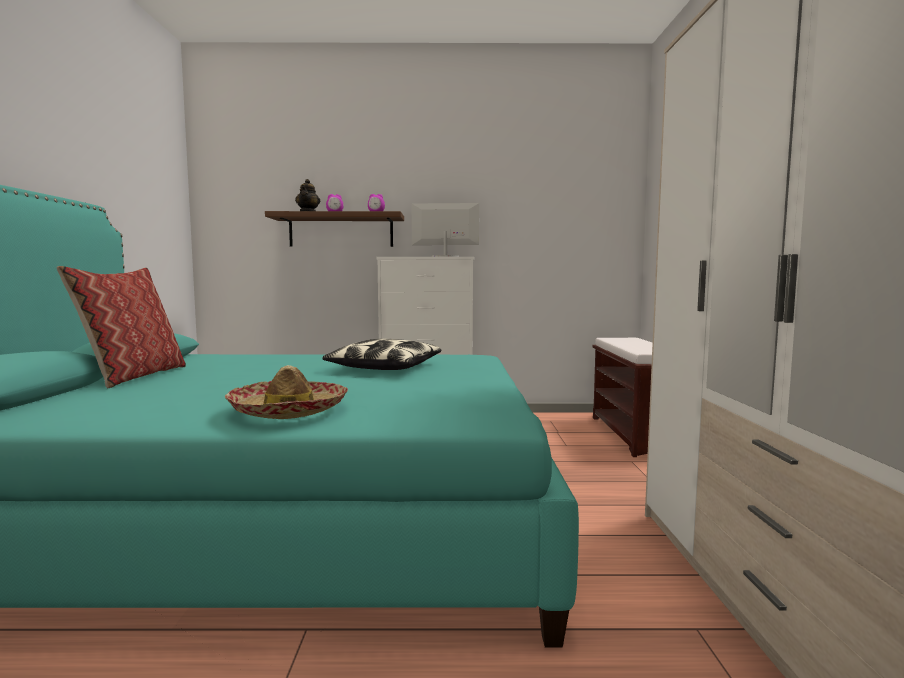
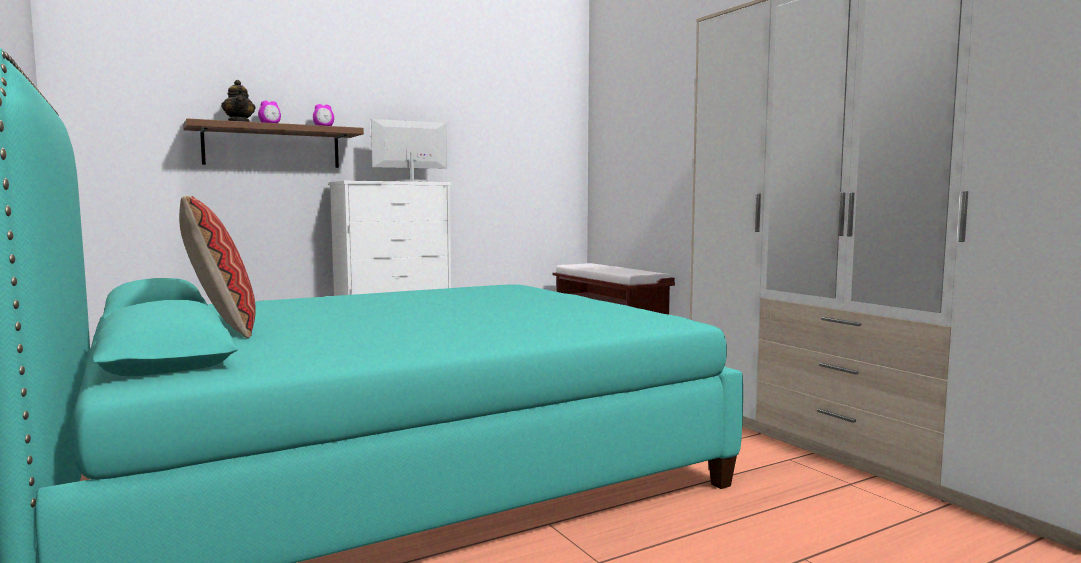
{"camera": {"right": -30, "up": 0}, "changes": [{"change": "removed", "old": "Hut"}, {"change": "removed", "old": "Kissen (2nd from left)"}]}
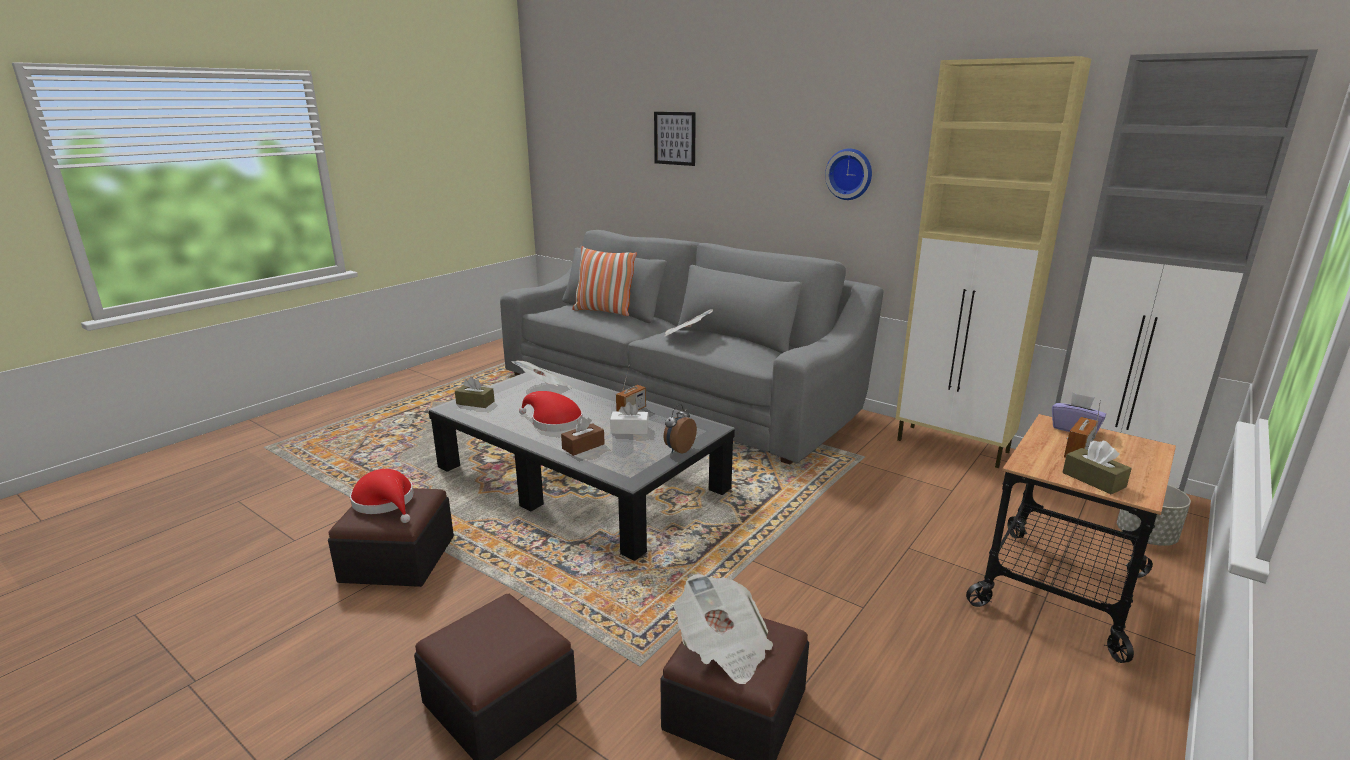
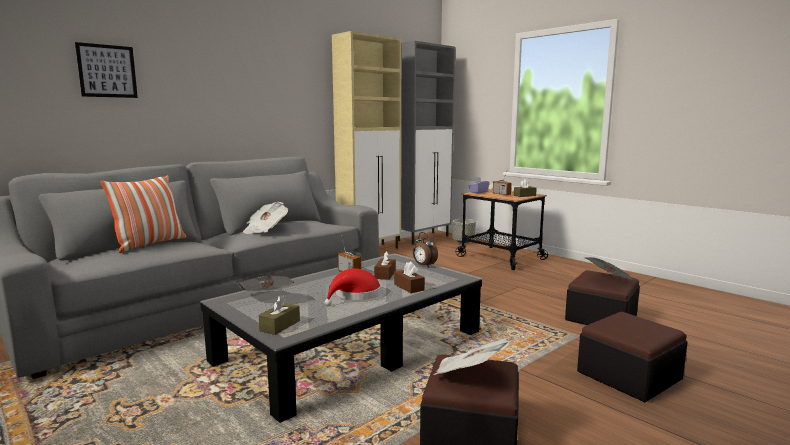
{"camera": {"right": -80, "up": -10}, "changes": [{"change": "replaced", "old": "Hut [rot] (1st from left)", "new": "Zeitung (3rd from left)"}, {"change": "recoloured", "old": "Taschentuchbox [weiß]", "new": "Taschentuchbox [braun] (2nd from left)"}, {"change": "removed", "old": "Wanduhr"}]}
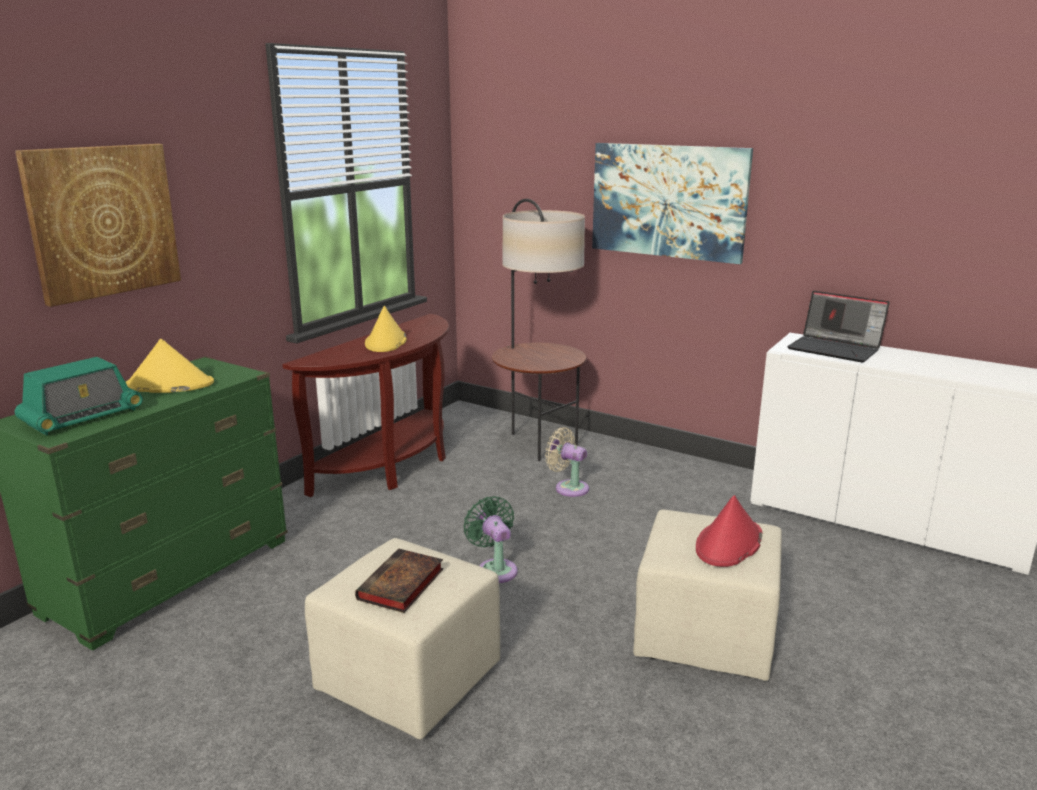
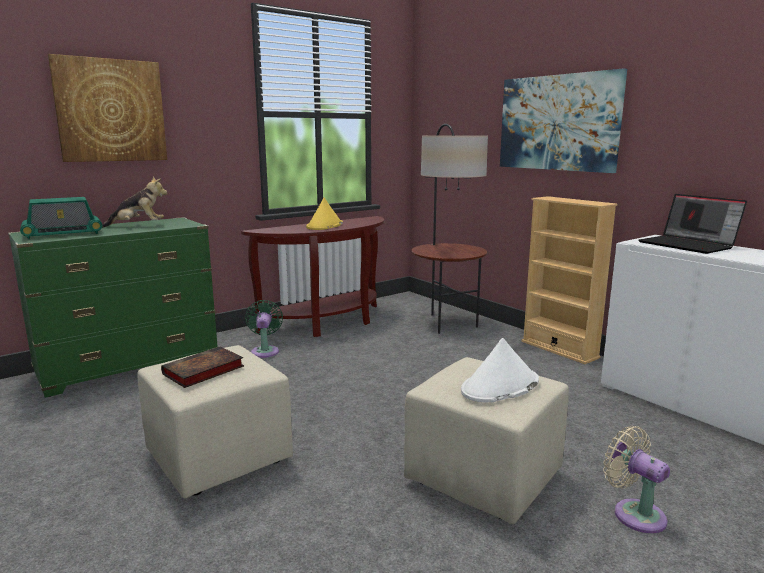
{"camera": {"right": 20, "up": -5}, "changes": [{"change": "replaced", "old": "Hut [gelb] (1st from left)", "new": "Plüschtier"}, {"change": "moved", "old": "Ventilator [grün]"}, {"change": "moved", "old": "Ventilator [beige]"}, {"change": "recoloured", "old": "Hut [rot]", "new": "Hut [weiß]"}, {"change": "added", "new": "Bücherregal [beige]"}]}
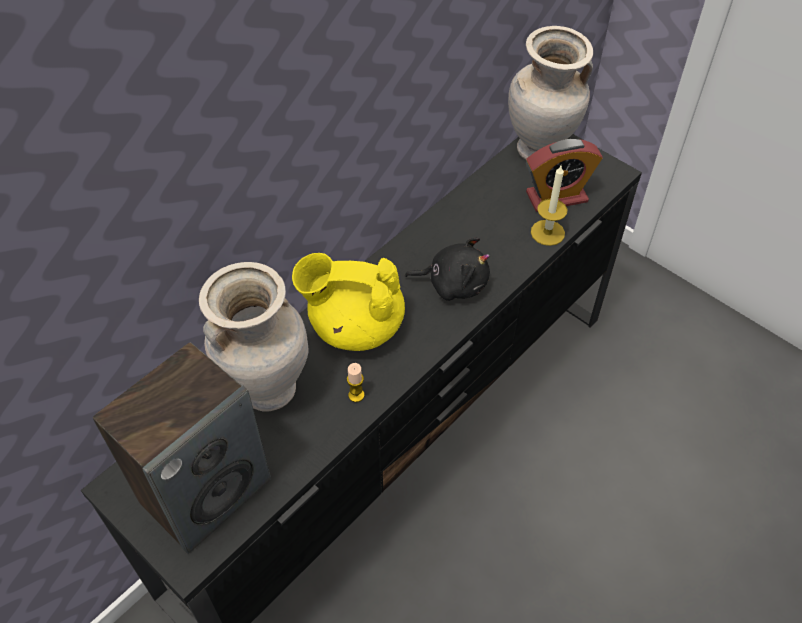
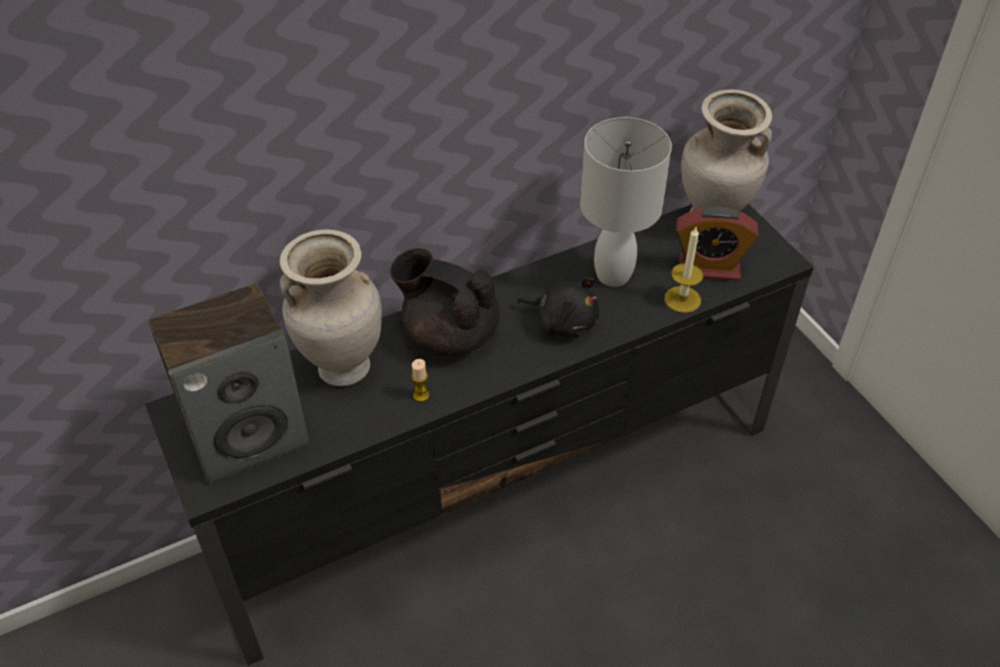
{"camera": {"right": 20, "up": -5}, "changes": [{"change": "recoloured", "old": "Teekanne [gelb]", "new": "Teekanne [schwarz]"}, {"change": "added", "new": "Tischlampe [weiß]"}]}
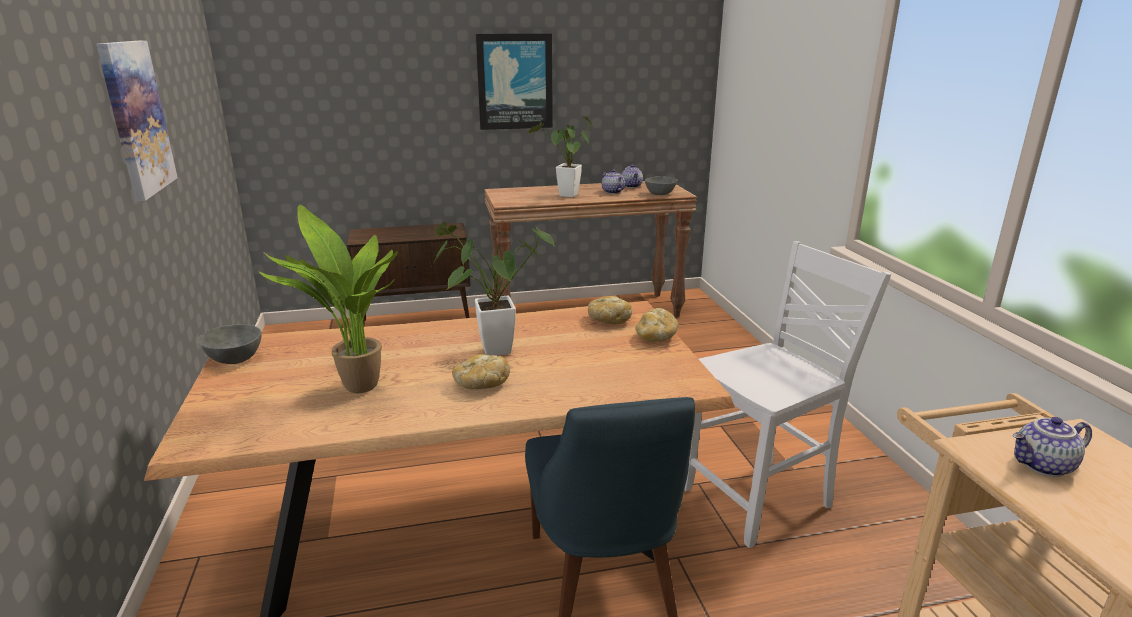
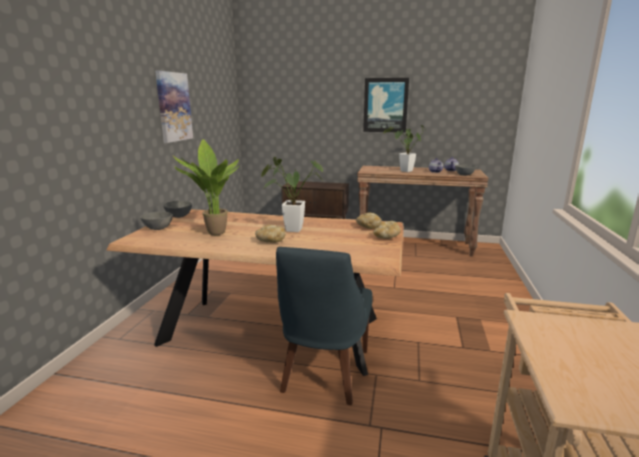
{"camera": {"right": 25, "up": -5}, "changes": [{"change": "removed", "old": "Stuhl [weiß]"}, {"change": "removed", "old": "Teekanne (3rd from left)"}, {"change": "added", "new": "Schüssel [grau] (1st from left)"}]}
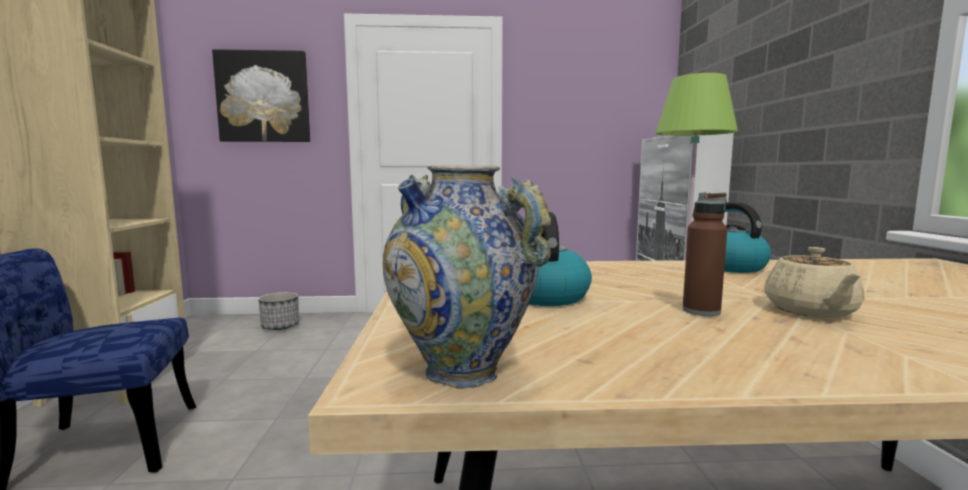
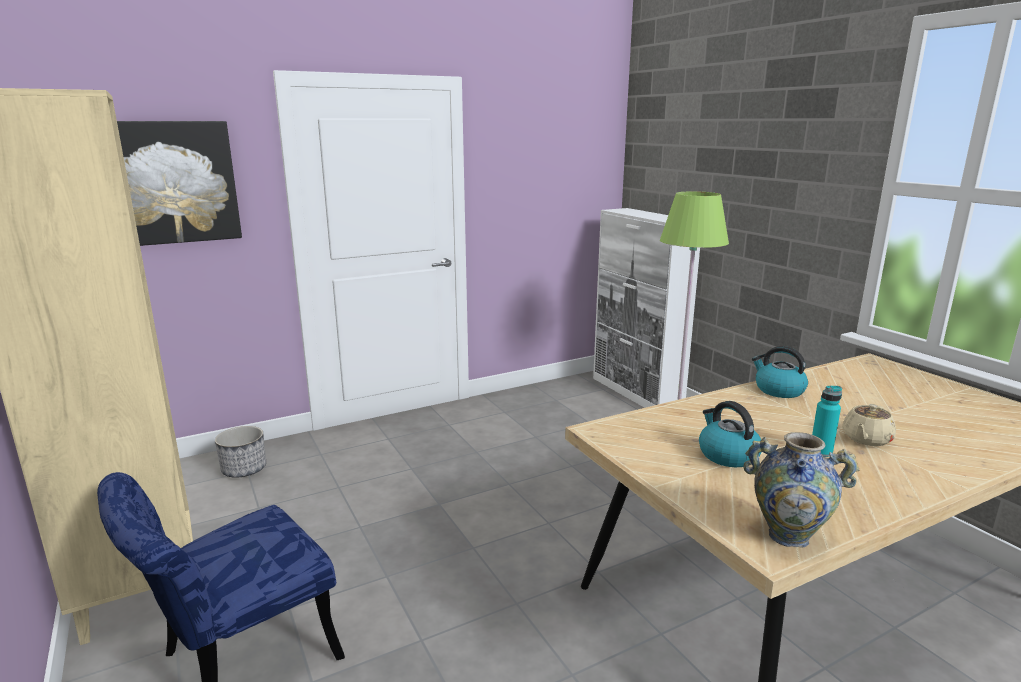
{"camera": {"right": -25, "up": 10}, "changes": [{"change": "recoloured", "old": "Flasche [braun]", "new": "Flasche [türkis]"}, {"change": "turned", "old": "Teekanne [beige]", "degrees": 60}]}
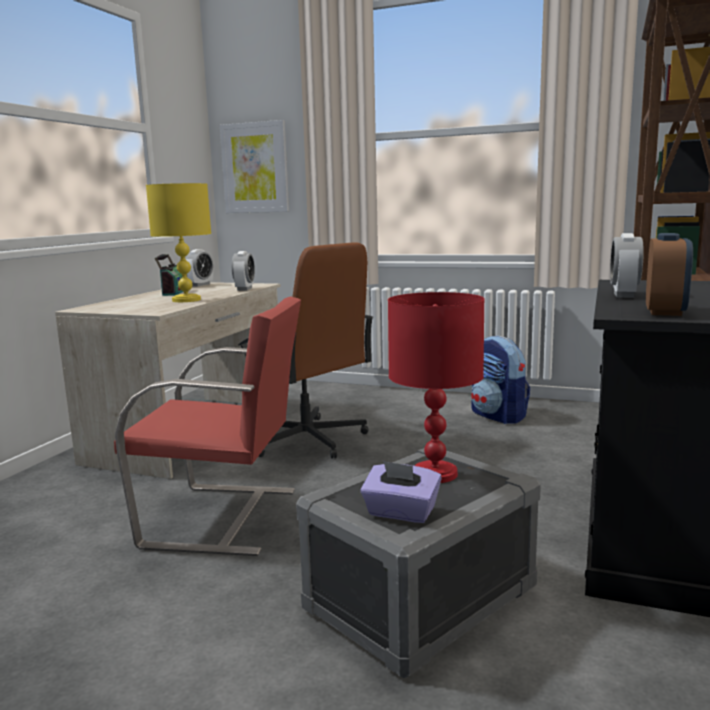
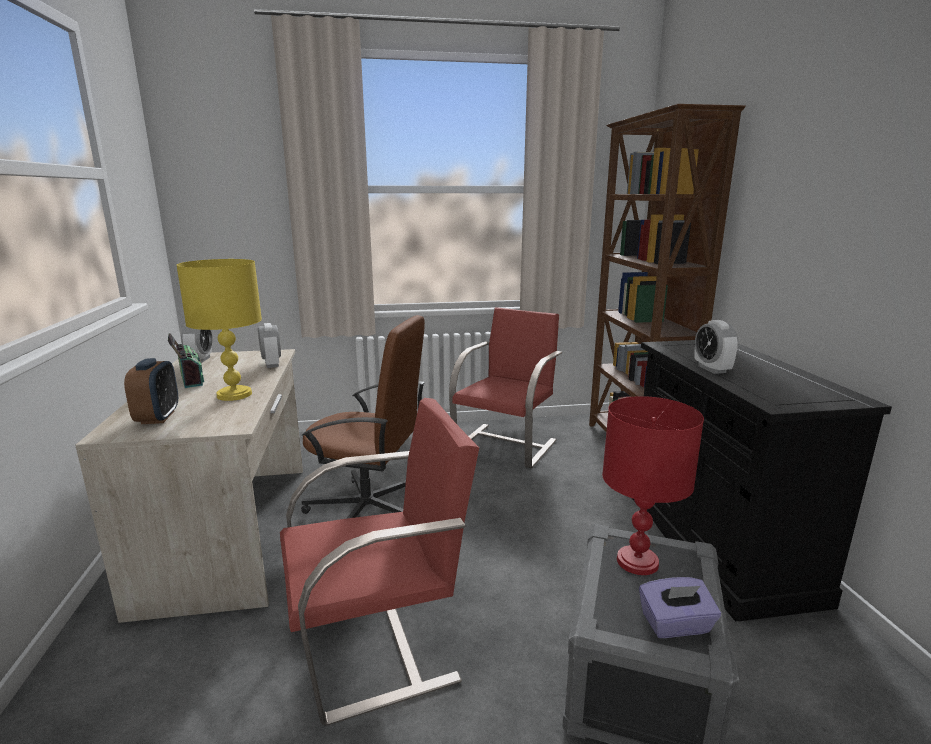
{"camera": {"right": -30, "up": 5}, "changes": [{"change": "removed", "old": "Bild"}, {"change": "replaced", "old": "Rucksack", "new": "Stuhl [rot] (2nd from left)"}, {"change": "moved", "old": "Wecker (4th from left in the first image)", "new": "Wecker (1st from left)"}]}
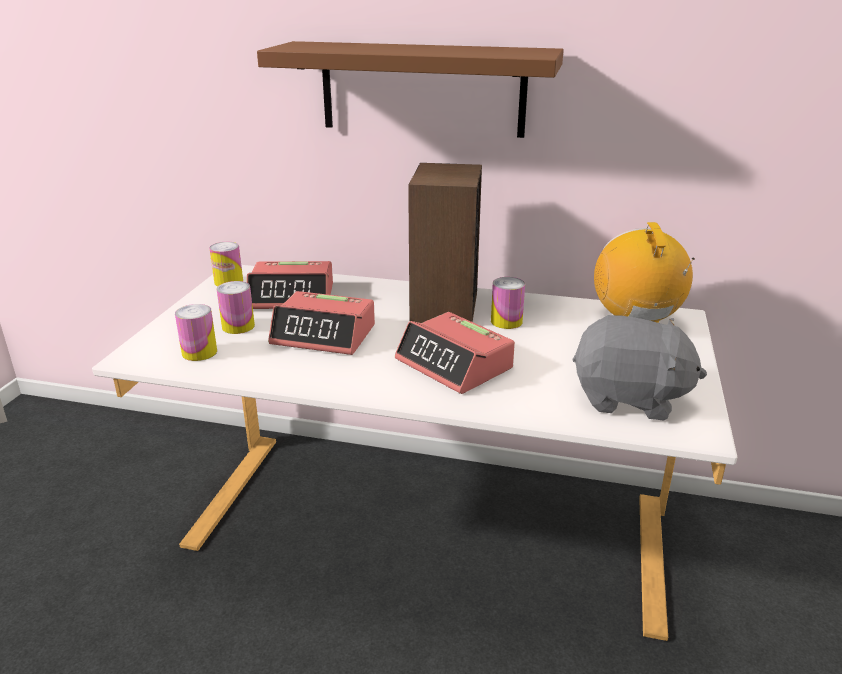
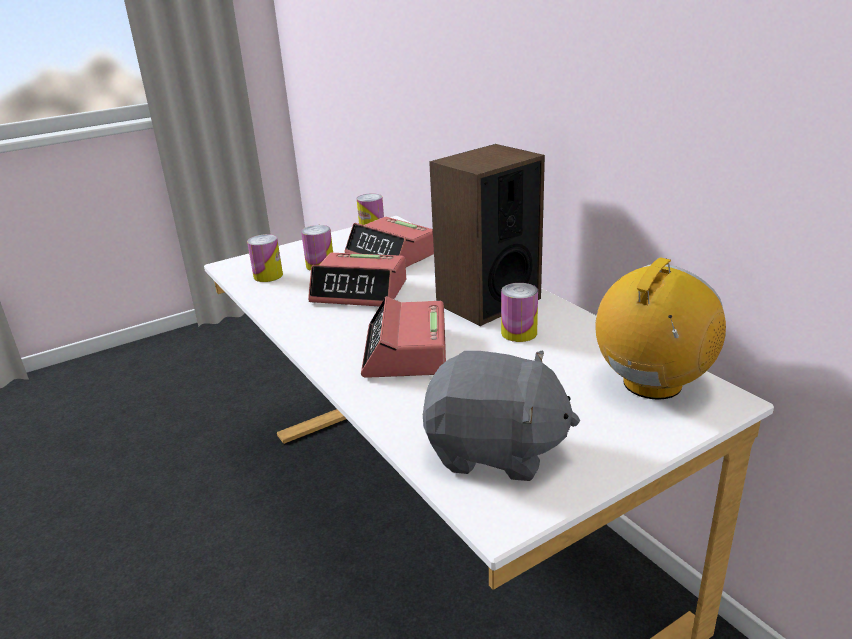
{"camera": {"right": 45, "up": 0}, "changes": [{"change": "removed", "old": "Wandregal [braun]"}, {"change": "turned", "old": "Wecker (2nd from left in the first image)", "degrees": -45}, {"change": "turned", "old": "Plüschtier [grau]", "degrees": -45}]}
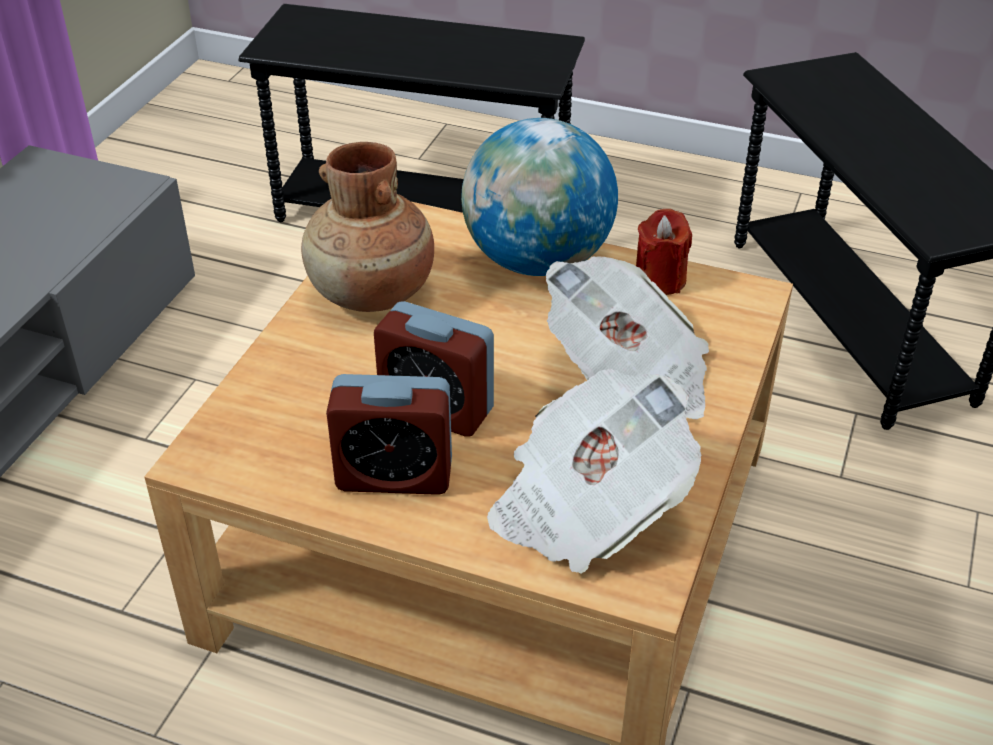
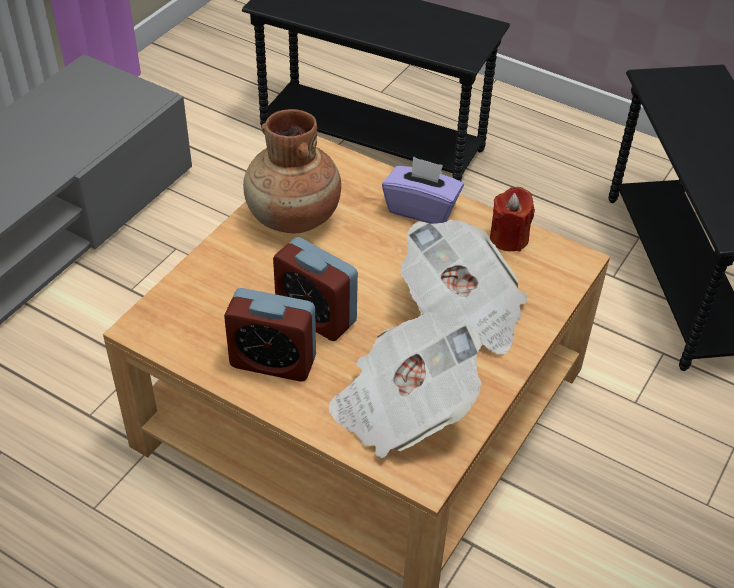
{"camera": {"right": 10, "up": 5}, "changes": [{"change": "replaced", "old": "Globus", "new": "Taschentuchbox [lila]"}]}
